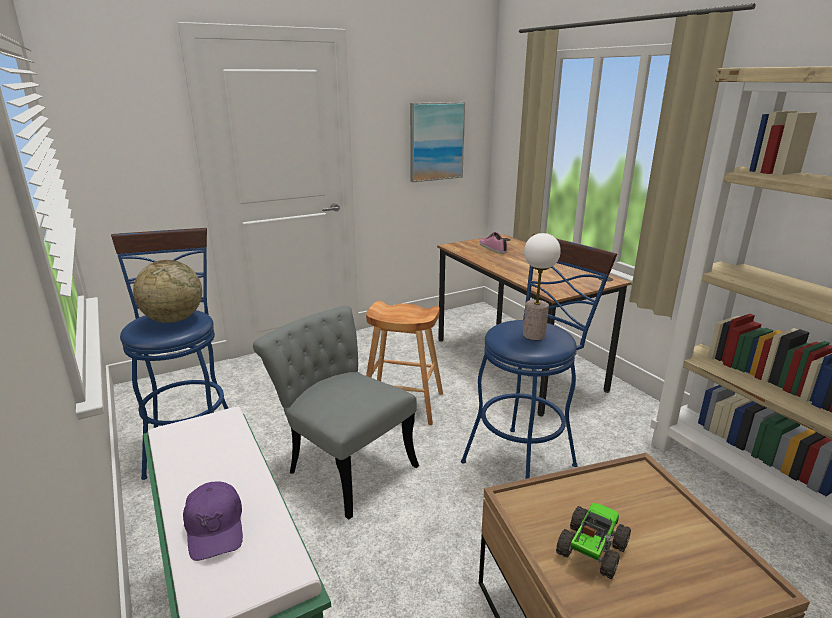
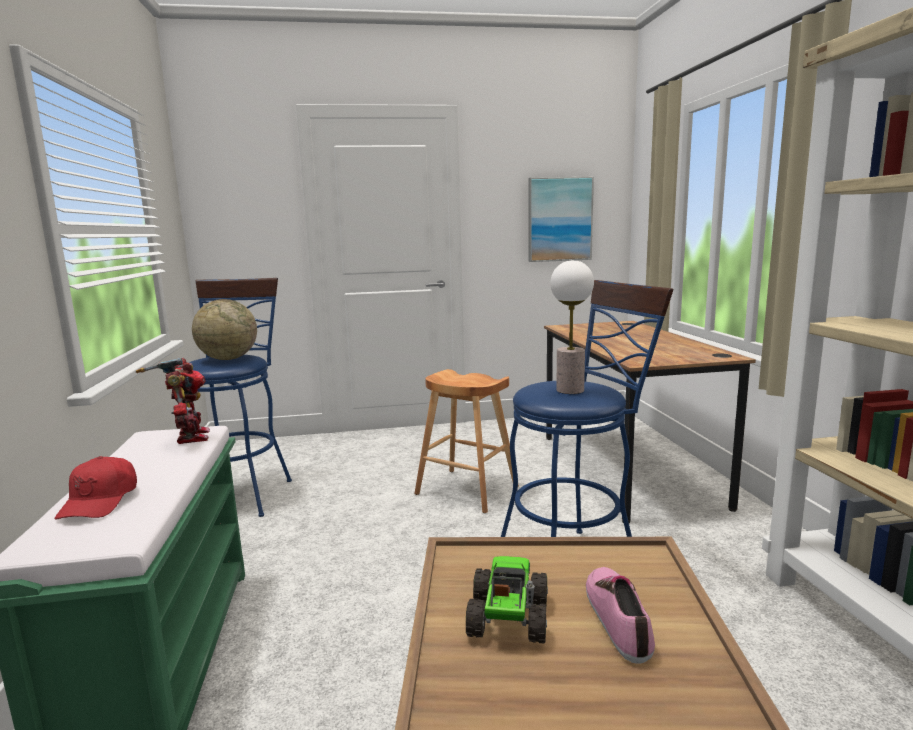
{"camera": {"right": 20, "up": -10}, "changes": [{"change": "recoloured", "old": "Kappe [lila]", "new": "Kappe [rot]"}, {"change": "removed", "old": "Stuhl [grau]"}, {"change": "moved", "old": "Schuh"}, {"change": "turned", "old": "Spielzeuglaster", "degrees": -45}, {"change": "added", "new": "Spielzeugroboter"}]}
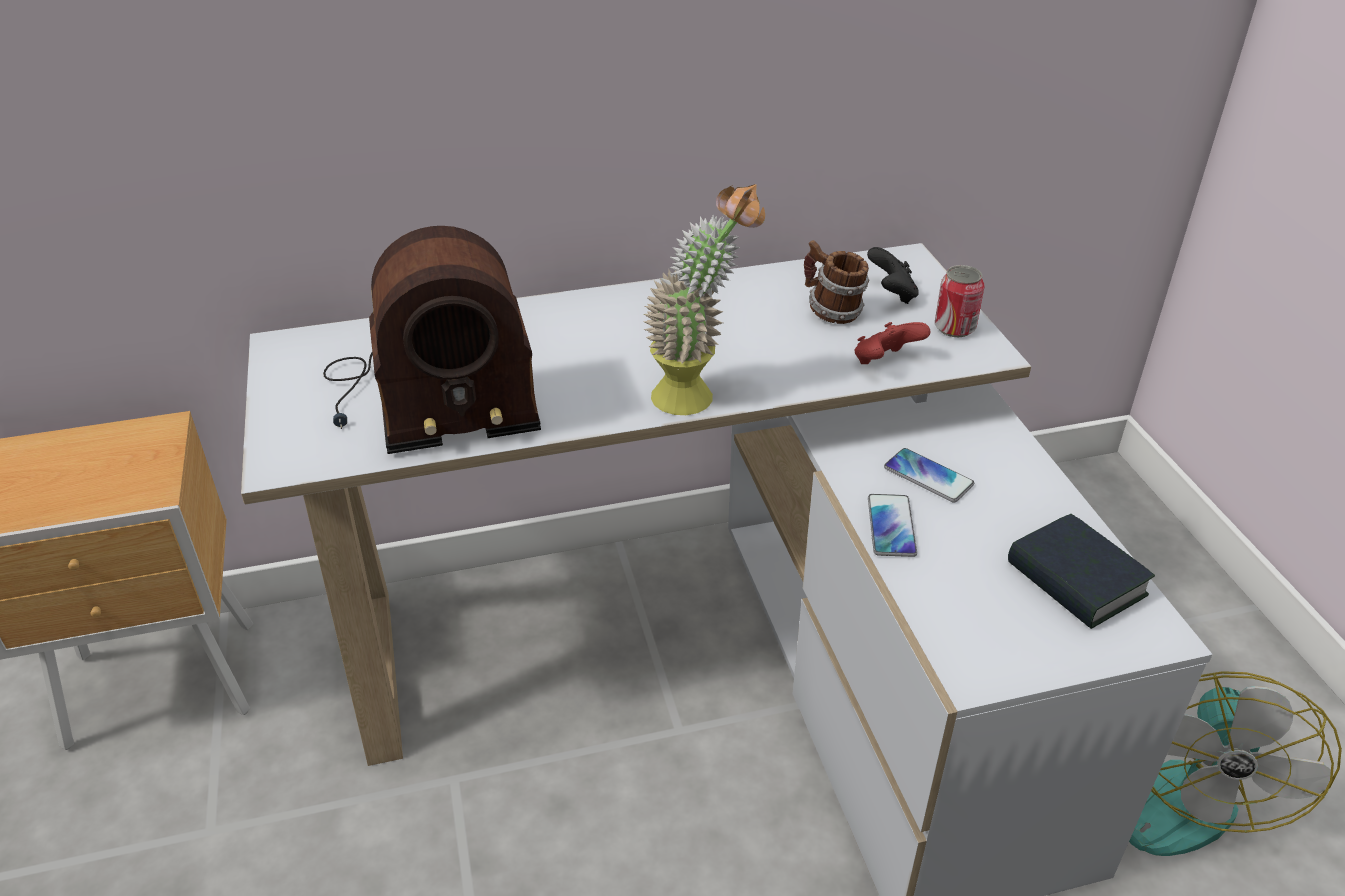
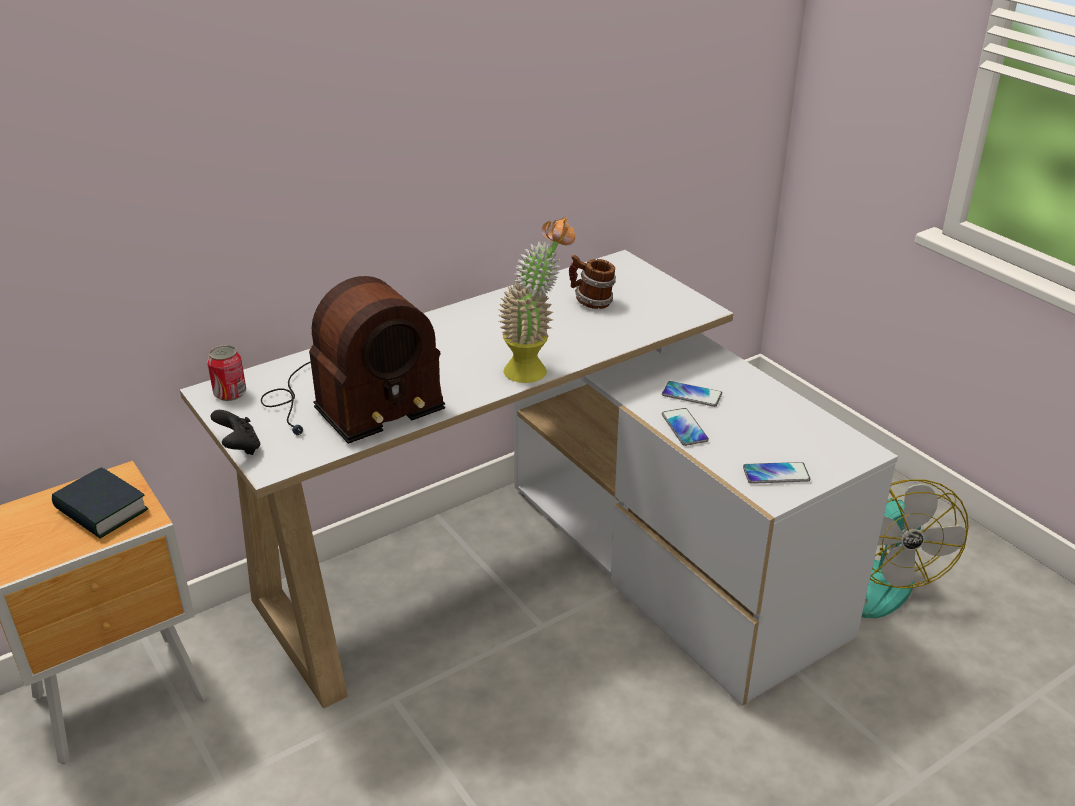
{"camera": {"right": -20, "up": -5}, "changes": [{"change": "removed", "old": "Gamepad [rot]"}, {"change": "moved", "old": "Gamepad [schwarz]"}, {"change": "moved", "old": "Dose"}, {"change": "moved", "old": "Buch"}, {"change": "added", "new": "Handy (3rd from left)"}]}
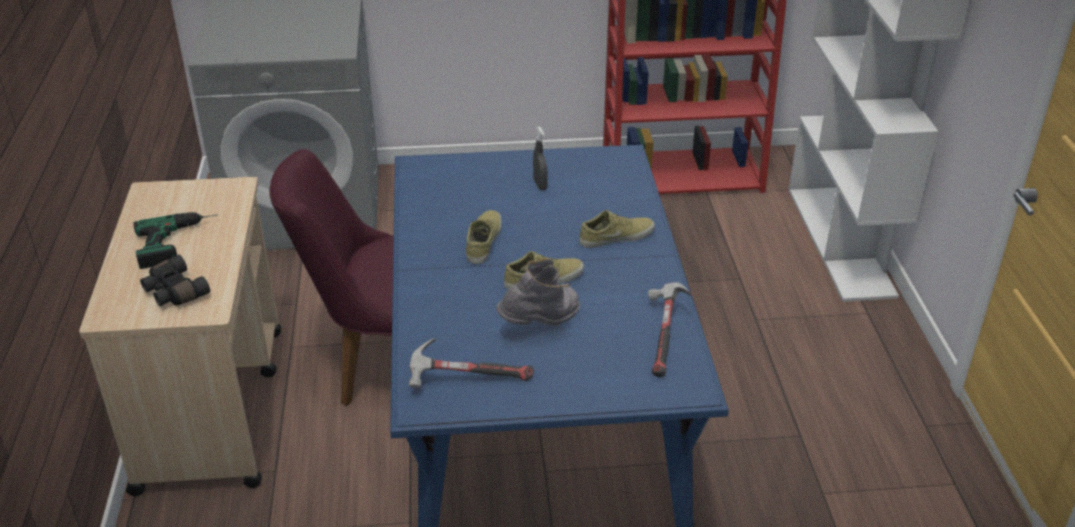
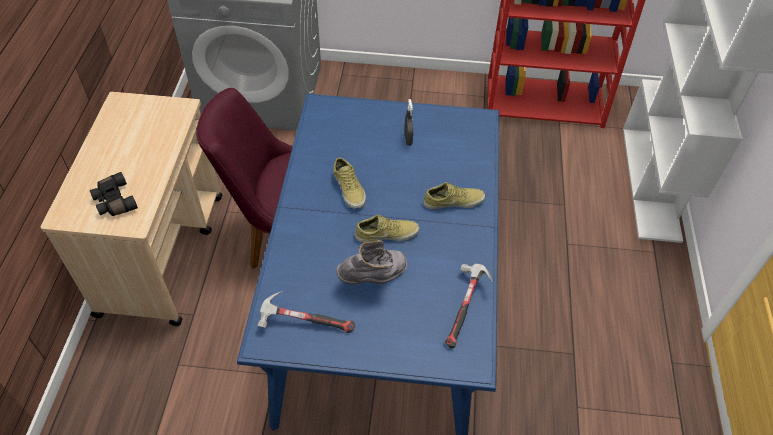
{"camera": {"right": 10, "up": 15}, "changes": [{"change": "removed", "old": "Bohrmaschine"}, {"change": "turned", "old": "Schuh [beige] (1st from left)", "degrees": 135}]}
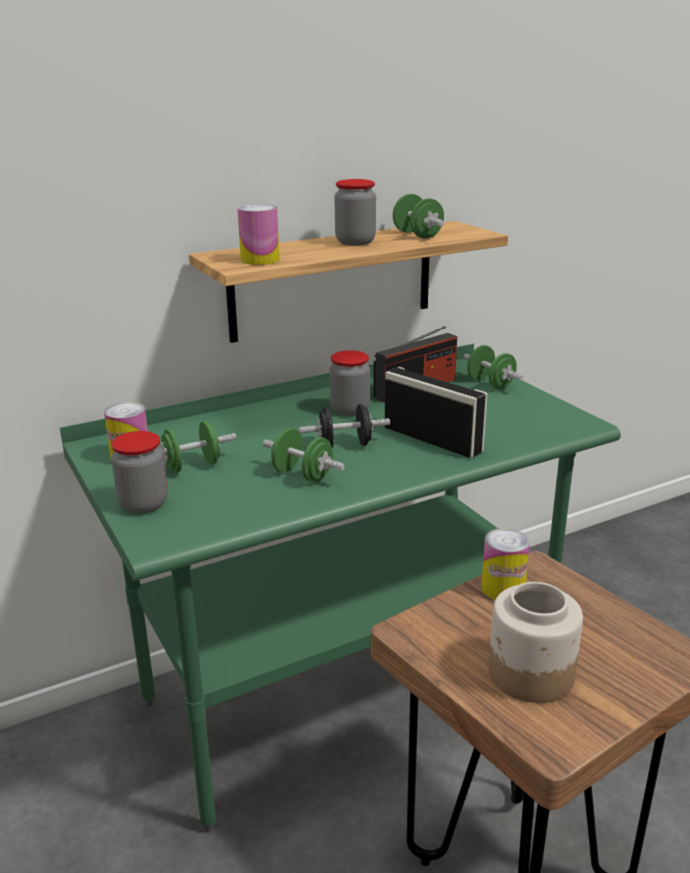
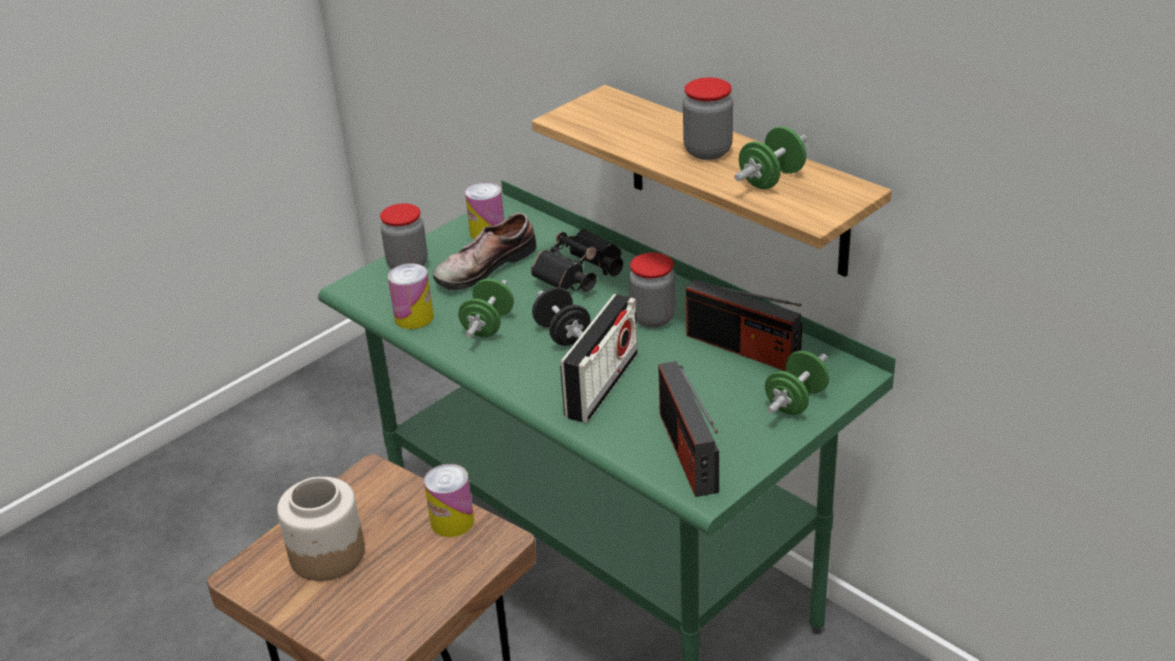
{"camera": {"right": 75, "up": 10}, "changes": [{"change": "replaced", "old": "Hantel [grün] (1st from left)", "new": "Schuh"}, {"change": "moved", "old": "Dose (2nd from left in the first image)", "new": "Dose (1st from left)"}, {"change": "added", "new": "Fernglas [schwarz]"}, {"change": "added", "new": "Radio (2nd from left)"}]}
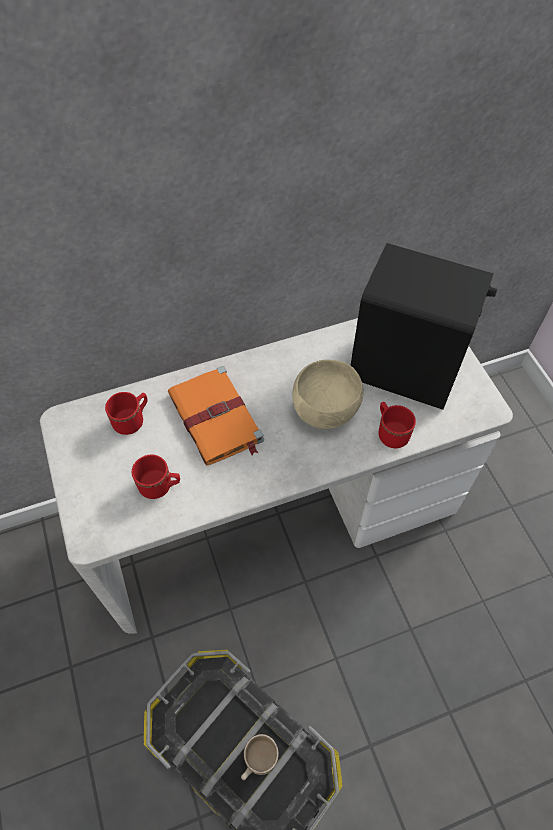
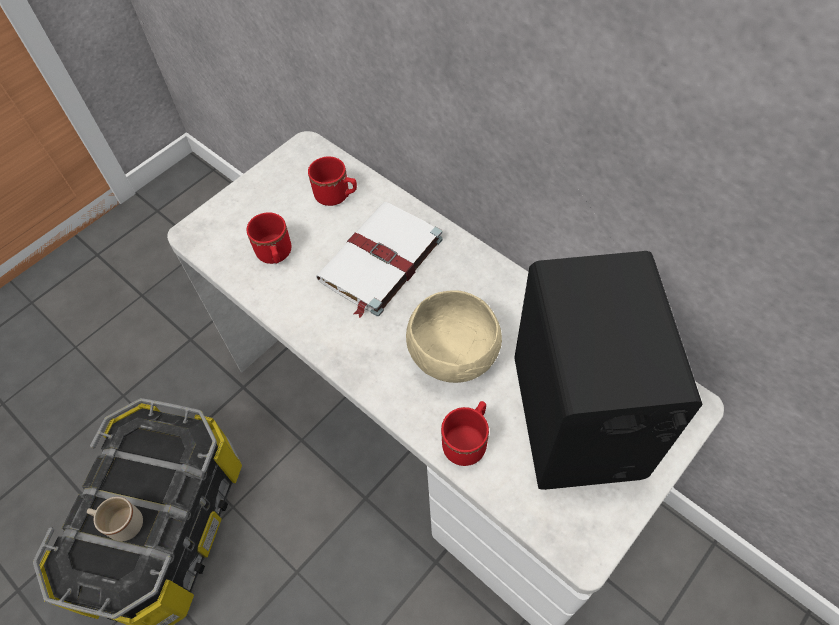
{"camera": {"right": 65, "up": 0}, "changes": [{"change": "recoloured", "old": "Buch [orange]", "new": "Buch [weiß]"}]}
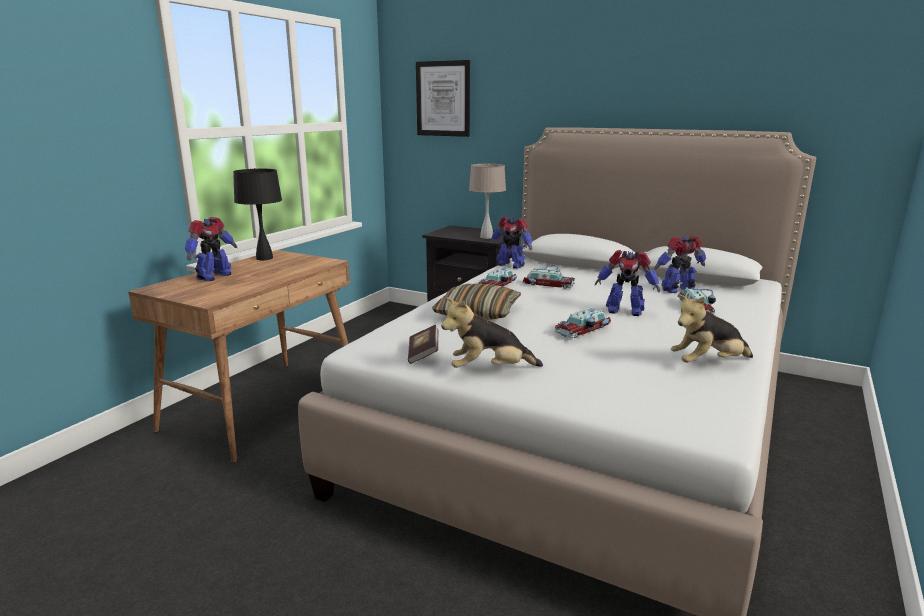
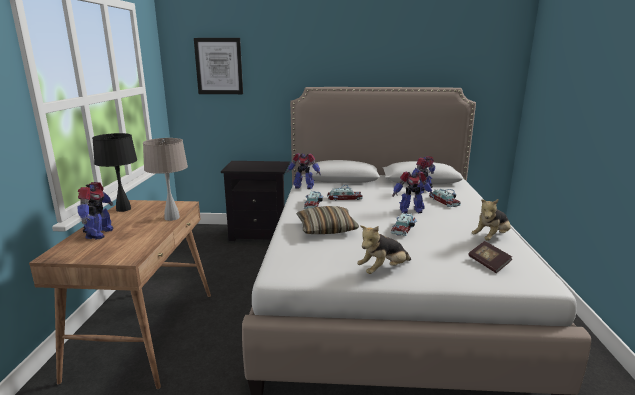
{"camera": {"right": -25, "up": 0}, "changes": [{"change": "moved", "old": "Buch"}, {"change": "moved", "old": "Tischlampe [beige]"}]}
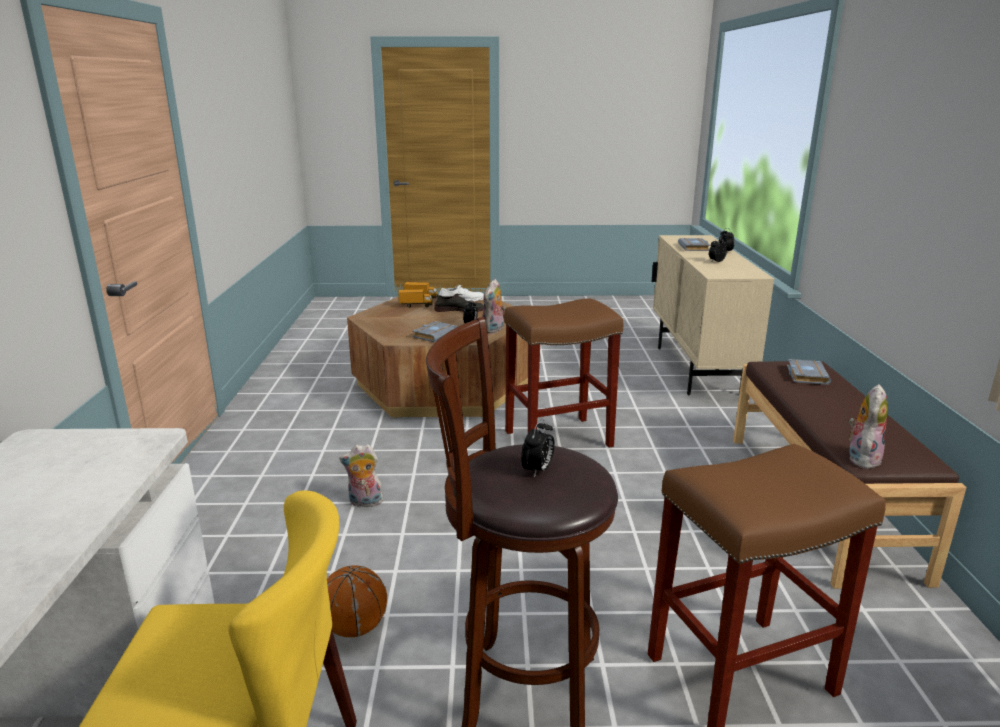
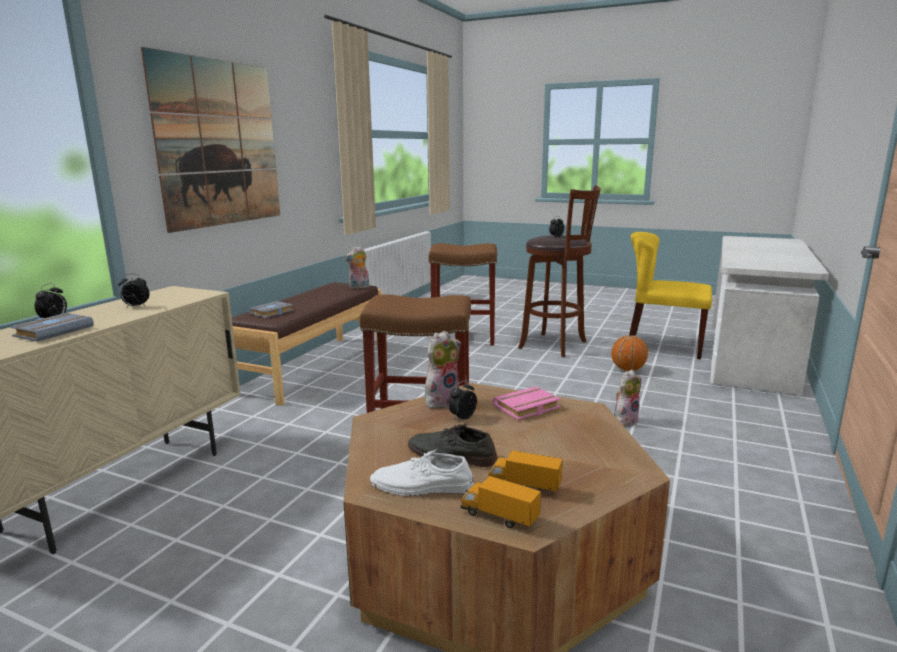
{"camera": {"right": -155, "up": -5}, "changes": [{"change": "turned", "old": "Plüschtier (1st from left in the first image)", "degrees": -60}, {"change": "recoloured", "old": "Buch [grau] (1st from left)", "new": "Buch [rosa]"}, {"change": "added", "new": "Bild"}]}
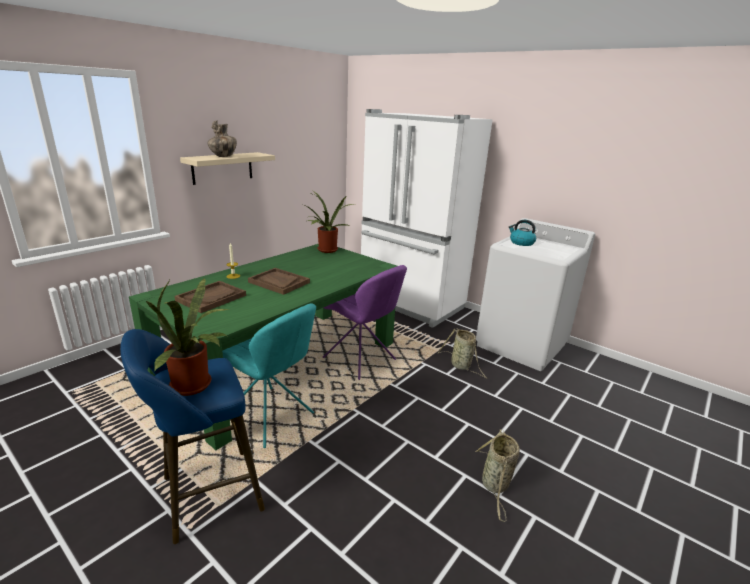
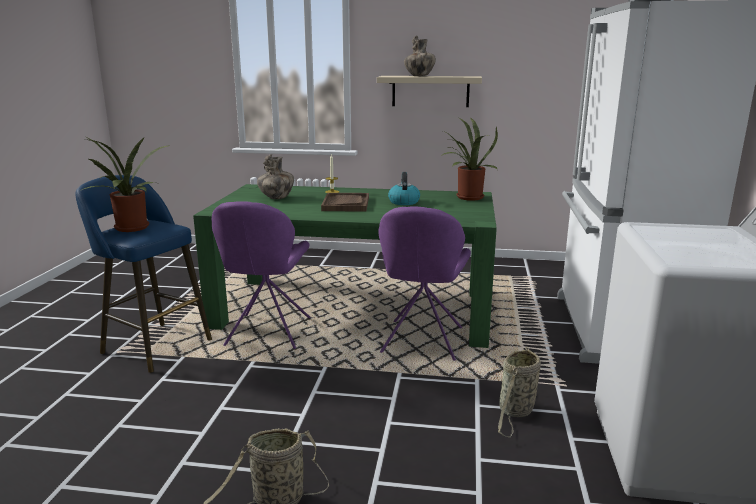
{"camera": {"right": 60, "up": -5}, "changes": [{"change": "replaced", "old": "Tablett [braun] (1st from left)", "new": "Vase (1st from left)"}, {"change": "recoloured", "old": "Stuhl [türkis]", "new": "Stuhl [lila] (1st from left)"}, {"change": "moved", "old": "Wasserkessel"}]}
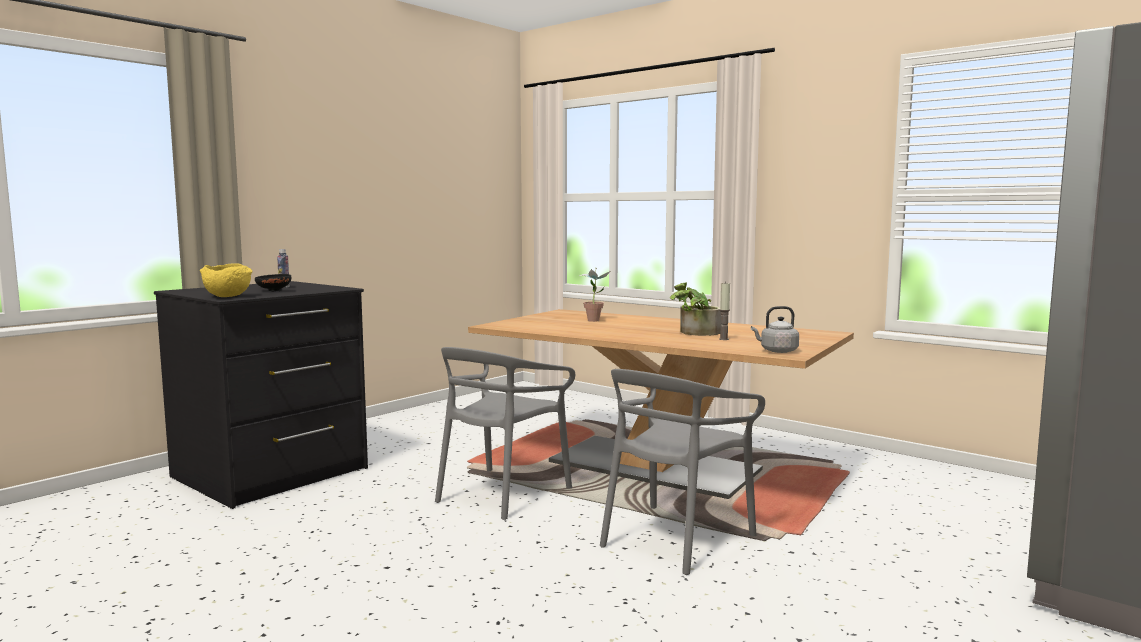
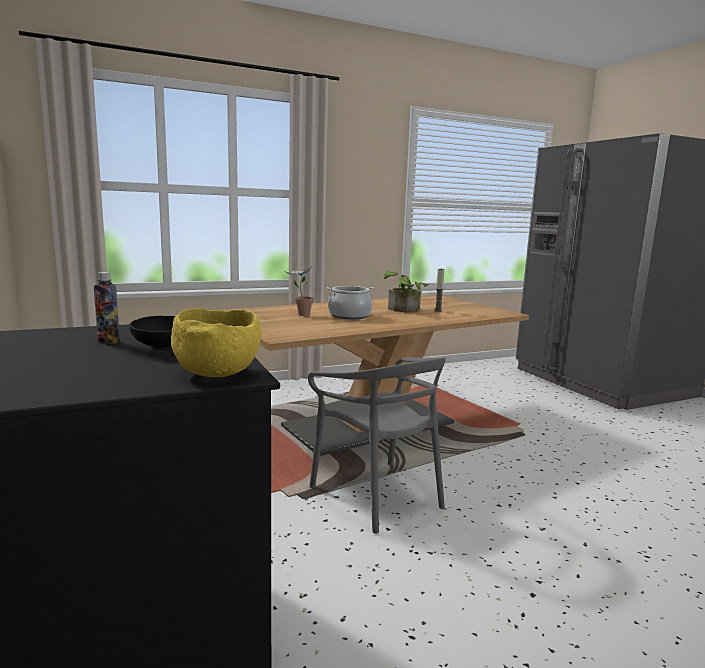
{"camera": {"right": -65, "up": 5}, "changes": [{"change": "removed", "old": "Stuhl [grau] (2nd from left)"}, {"change": "removed", "old": "Wasserkessel [grau]"}, {"change": "added", "new": "Kochtopf"}]}
